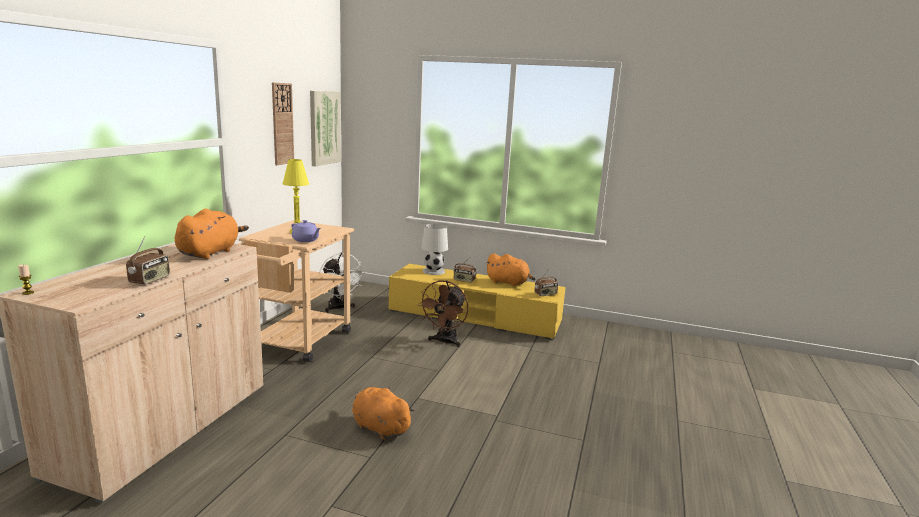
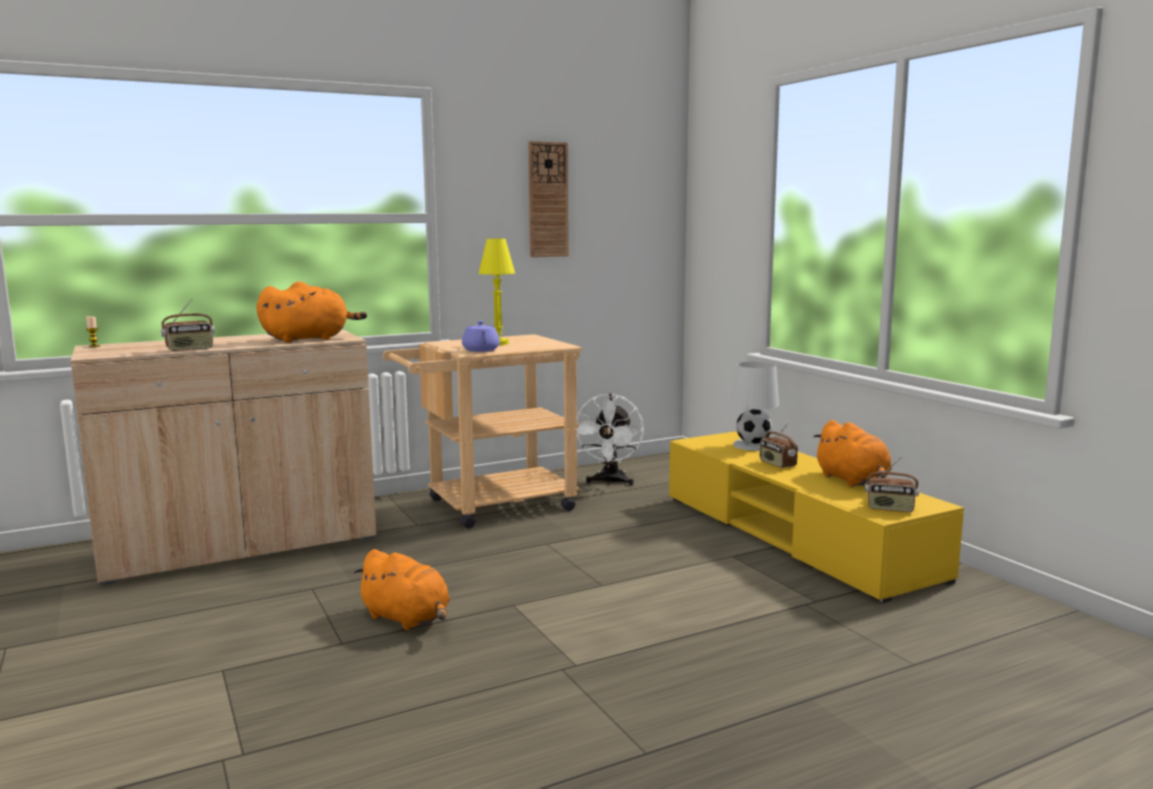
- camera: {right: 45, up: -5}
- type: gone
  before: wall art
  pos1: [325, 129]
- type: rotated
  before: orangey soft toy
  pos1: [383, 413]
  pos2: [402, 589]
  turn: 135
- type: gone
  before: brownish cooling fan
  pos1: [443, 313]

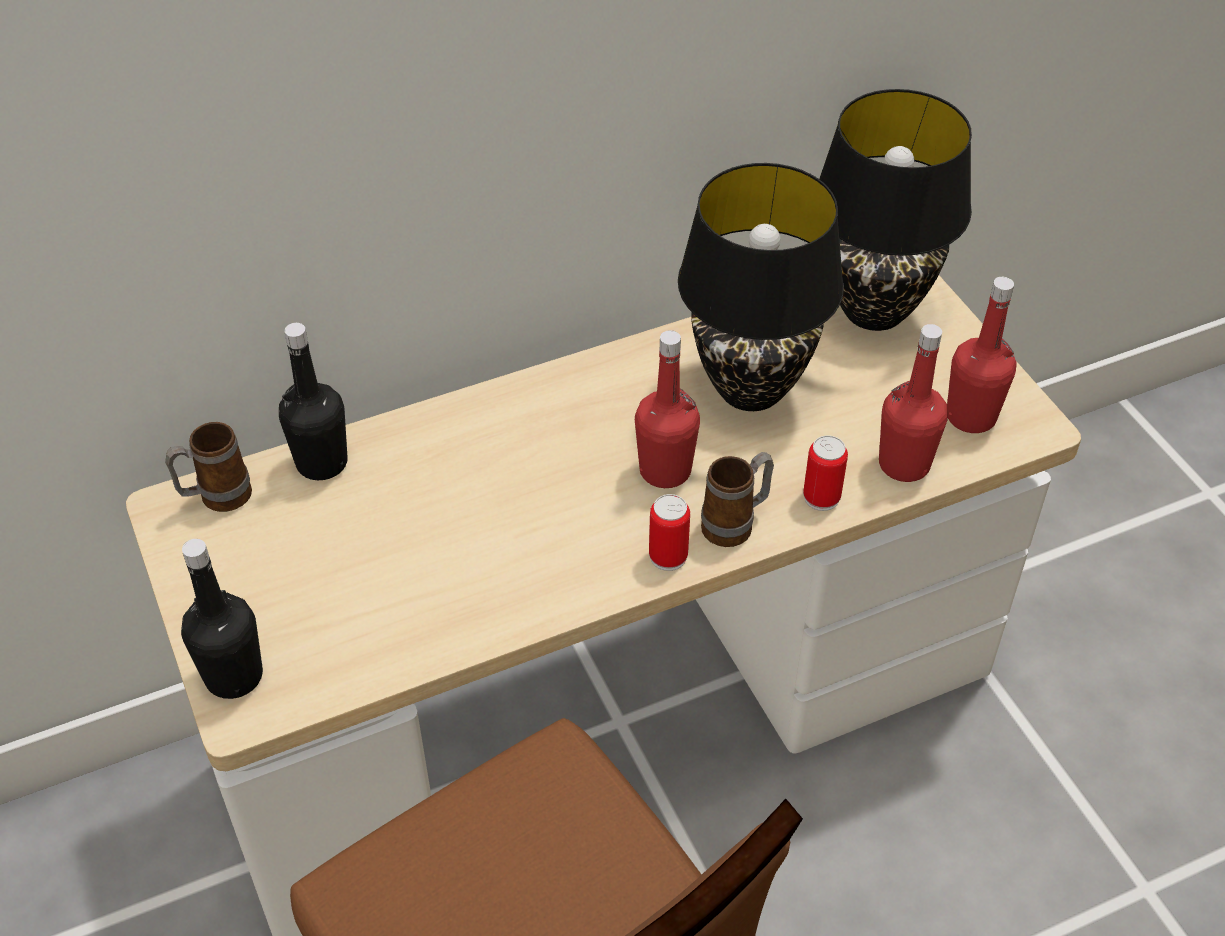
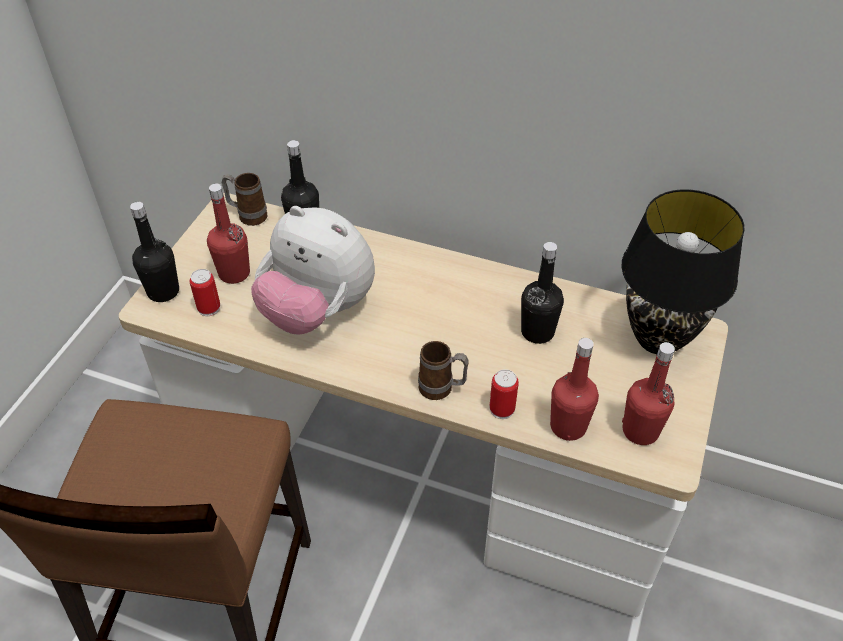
- camera: {right: 45, up: 0}
- type: shifted
  before: red beverage bottle
  pos1: [667, 409]
  pos2: [228, 233]
- type: shifted
  before: metal can
  pos1: [669, 532]
  pos2: [205, 292]
- type: swapped
  before: blackish table lamp
  after: blackish beverage bottle
  pos1: [761, 287]
  pos2: [542, 293]
- type: new
  after: soft toy
  pos2: [313, 270]

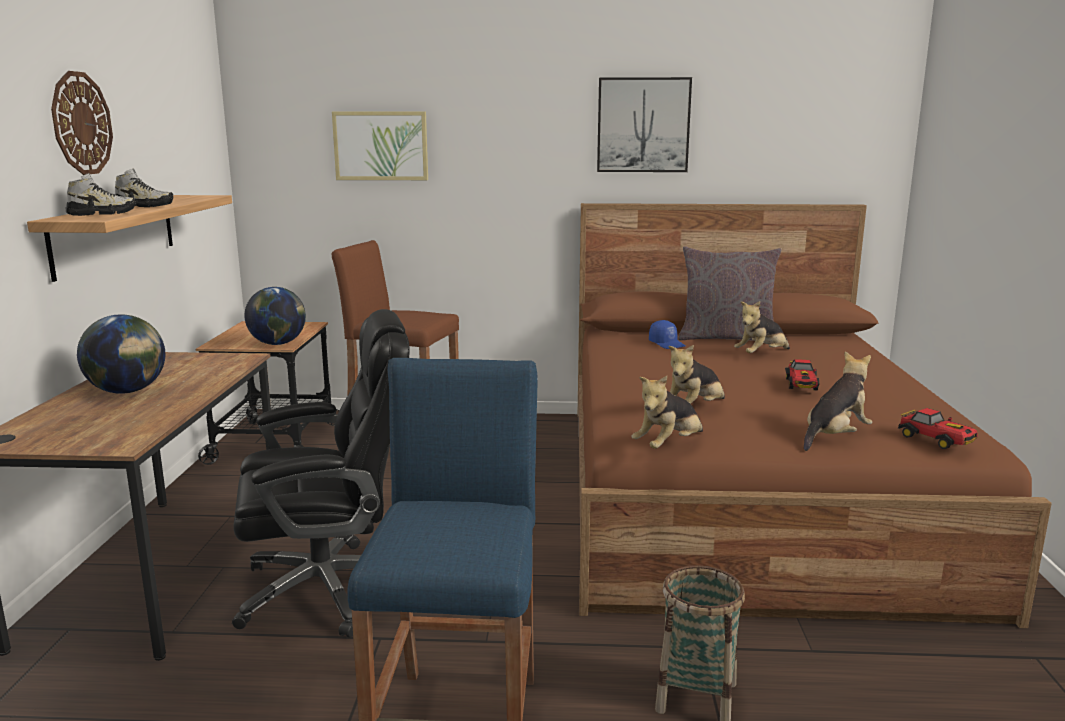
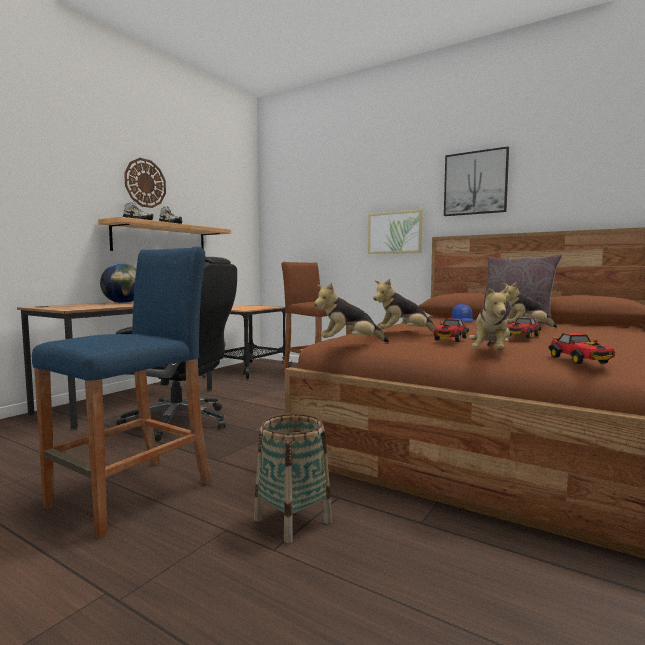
- camera: {right: 30, up: -10}
- type: gone
  before: desk globe
  pos1: [275, 316]
- type: shifted
  before: wall art
  pos1: [380, 145]
  pos2: [395, 231]
- type: rotated
  before: soft toy
  pos1: [838, 401]
  pos2: [489, 318]
  turn: 120
- type: new
  after: model car
  pos2: [451, 330]

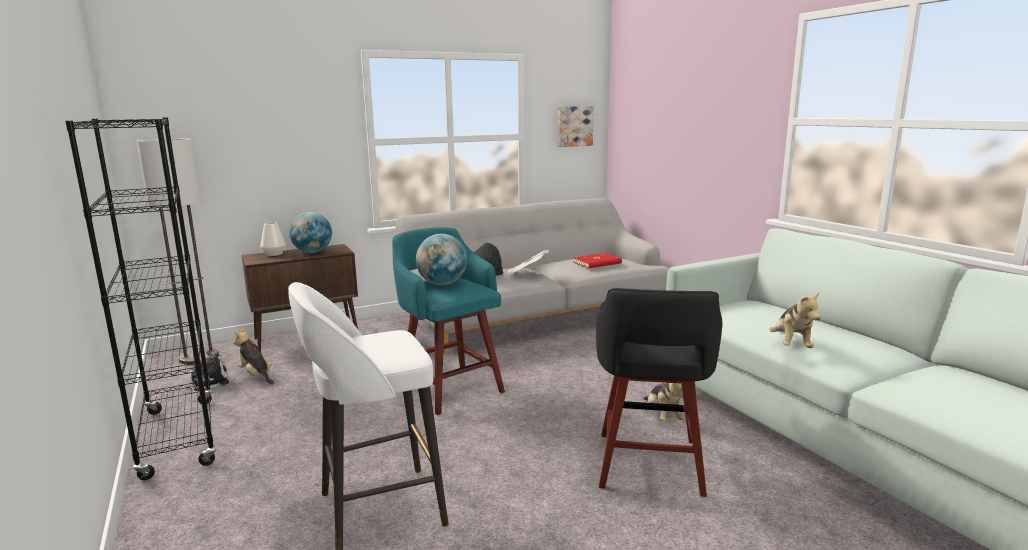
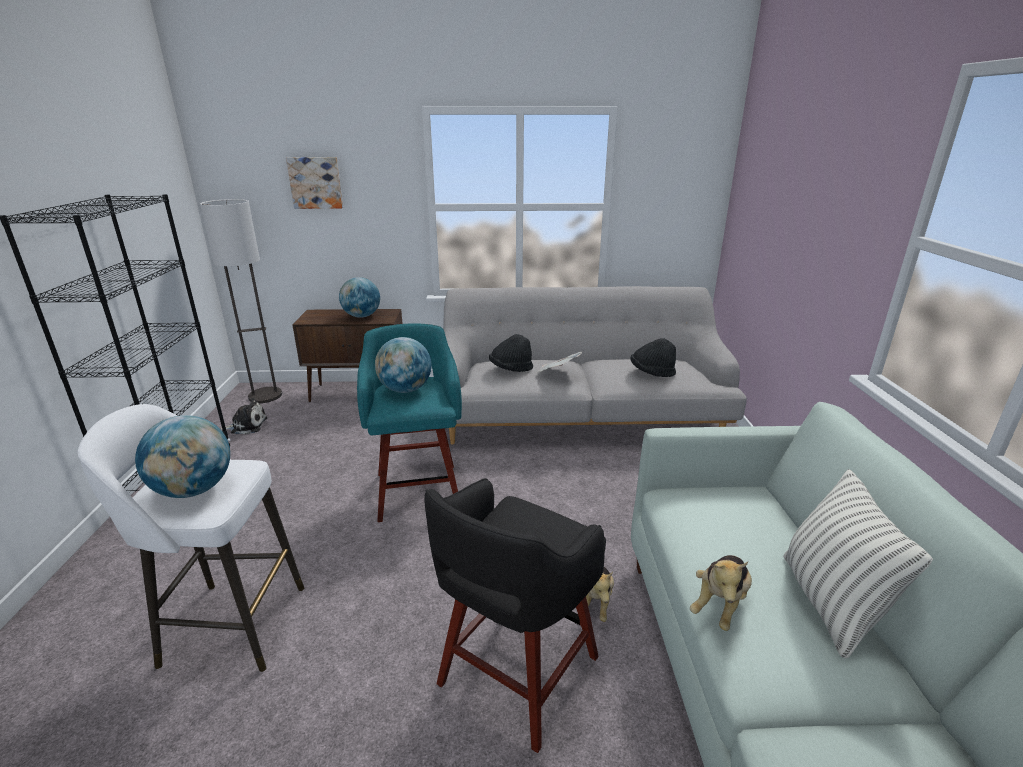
- camera: {right: 25, up: 10}
- type: gone
  before: soft toy
  pos1: [253, 356]
- type: gone
  before: white decorative vase
  pos1: [273, 239]
- type: shifted
  before: wall art
  pos1: [576, 126]
  pos2: [314, 183]
- type: swapped
  before: red book
  after: blackish hat
  pos1: [597, 260]
  pos2: [653, 357]
- type: new
  after: desk globe
  pos2: [182, 456]
- type: new
  after: pillow
  pos2: [858, 564]

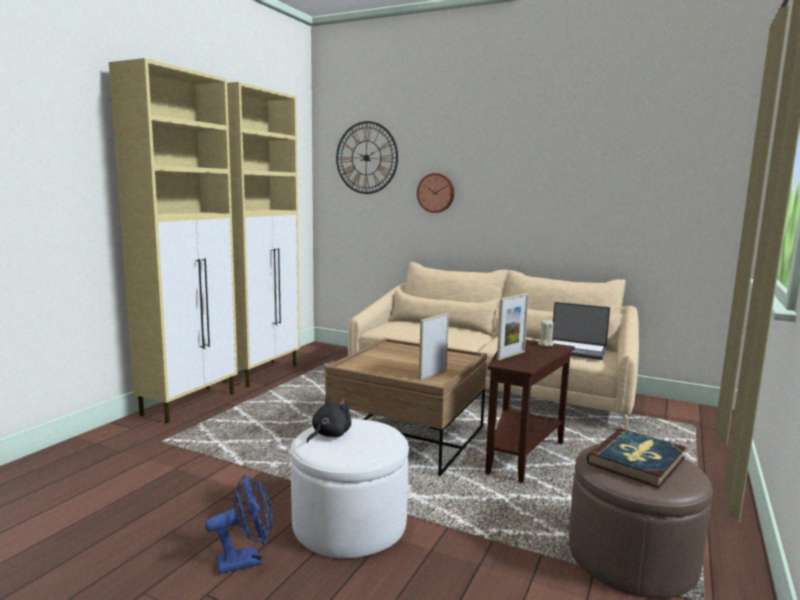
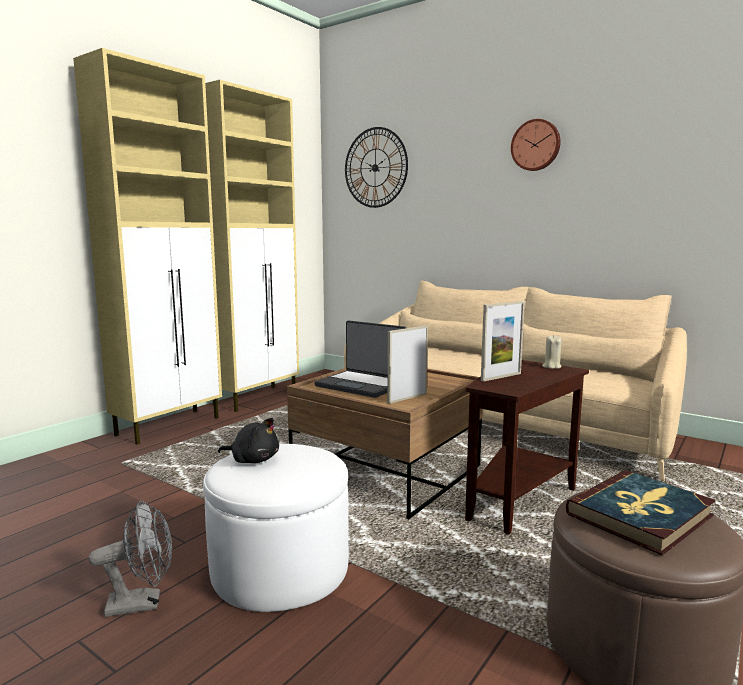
- camera: {right: 10, up: 0}
- type: repainted
  before: blue-coloured cooling fan
  after: gray cooling fan
  pos1: [239, 524]
  pos2: [130, 559]
- type: rotated
  before: blackish soft toy
  pos1: [329, 419]
  pos2: [248, 440]
  turn: 60
- type: shifted
  before: wall clock
  pos1: [435, 193]
  pos2: [536, 145]
- type: shifted
  before: notebook computer
  pos1: [581, 331]
  pos2: [360, 359]

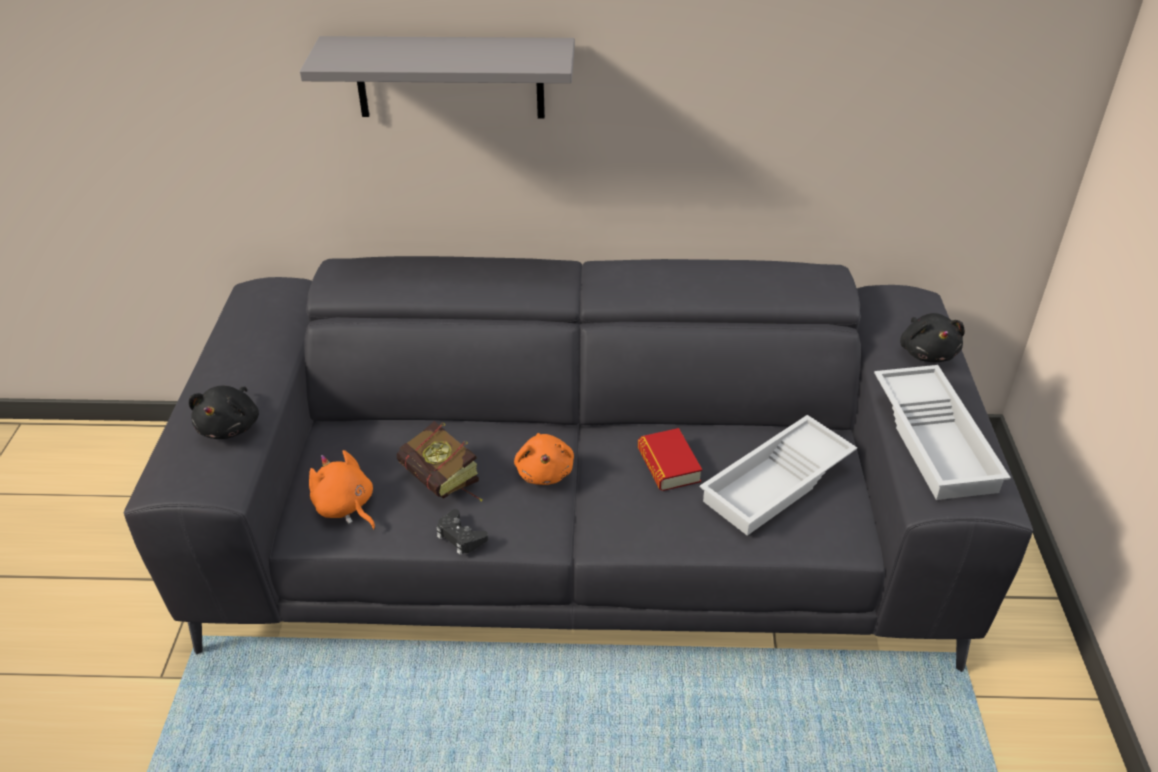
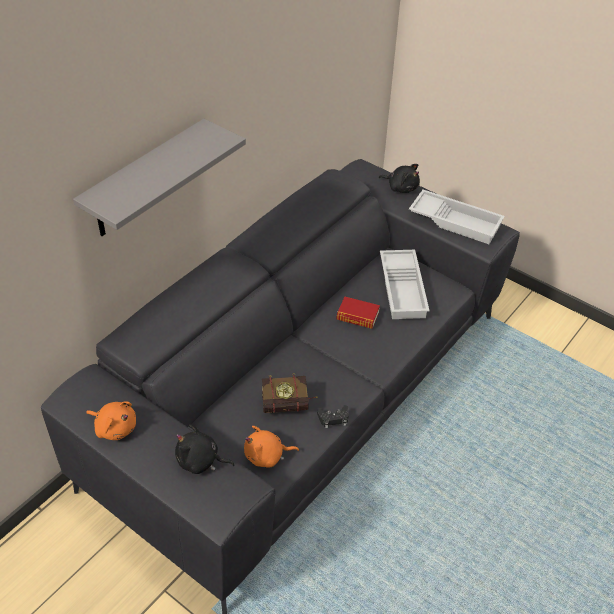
- camera: {right: -55, up: 5}
- type: rotated
  before: blackish soft toy
  pos1: [224, 412]
  pos2: [205, 449]
  turn: 150
- type: shifted
  before: orangey soft toy
  pos1: [544, 459]
  pos2: [111, 420]

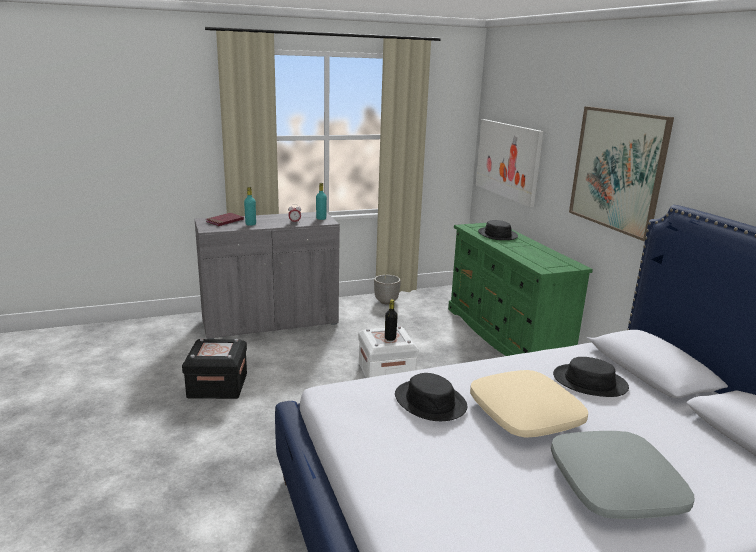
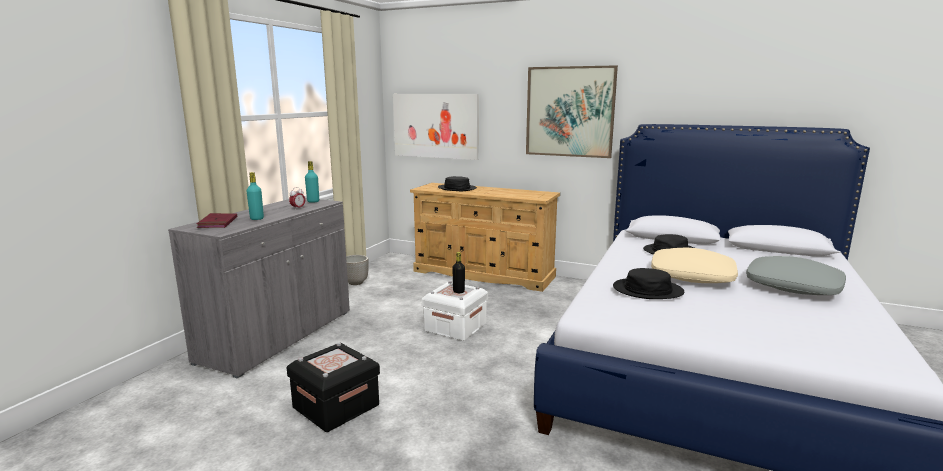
- camera: {right: -45, up: -5}
- type: repainted
  before: green drawer chest
  after: sand-coloured drawer chest
  pos1: [520, 289]
  pos2: [485, 237]

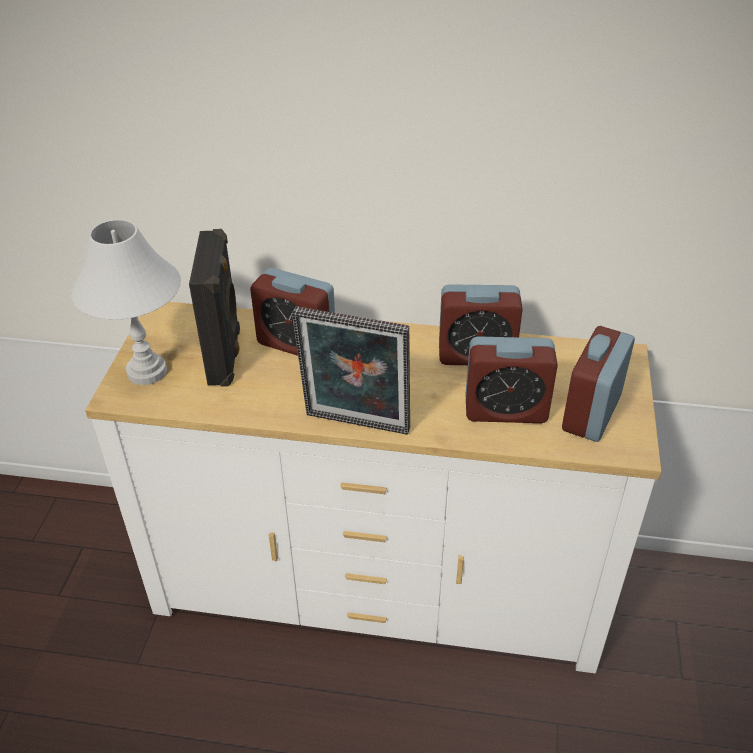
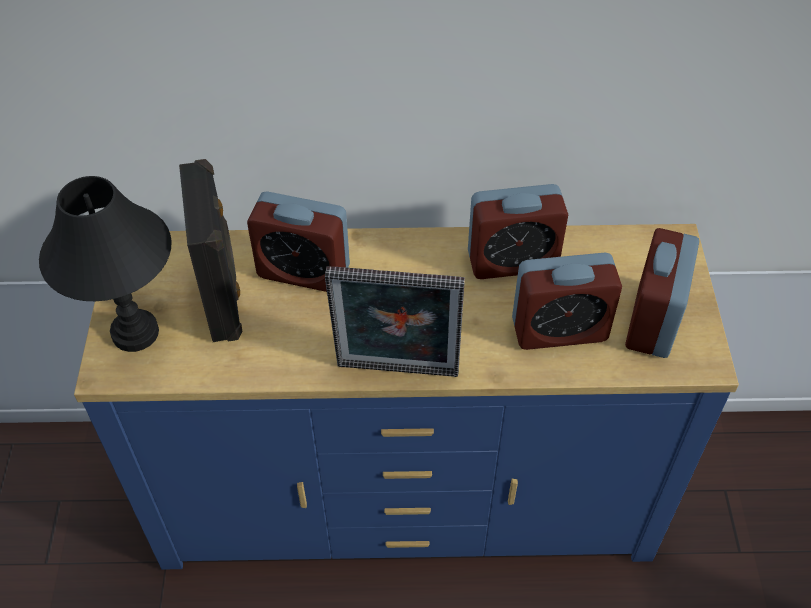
- camera: {right: -10, up: 10}
- type: repainted
  before: white table lamp
  after: blackish table lamp
  pos1: [126, 302]
  pos2: [105, 264]
- type: repainted
  before: white drawer chest
  after: blue-coloured drawer chest
  pos1: [373, 487]
  pos2: [406, 397]

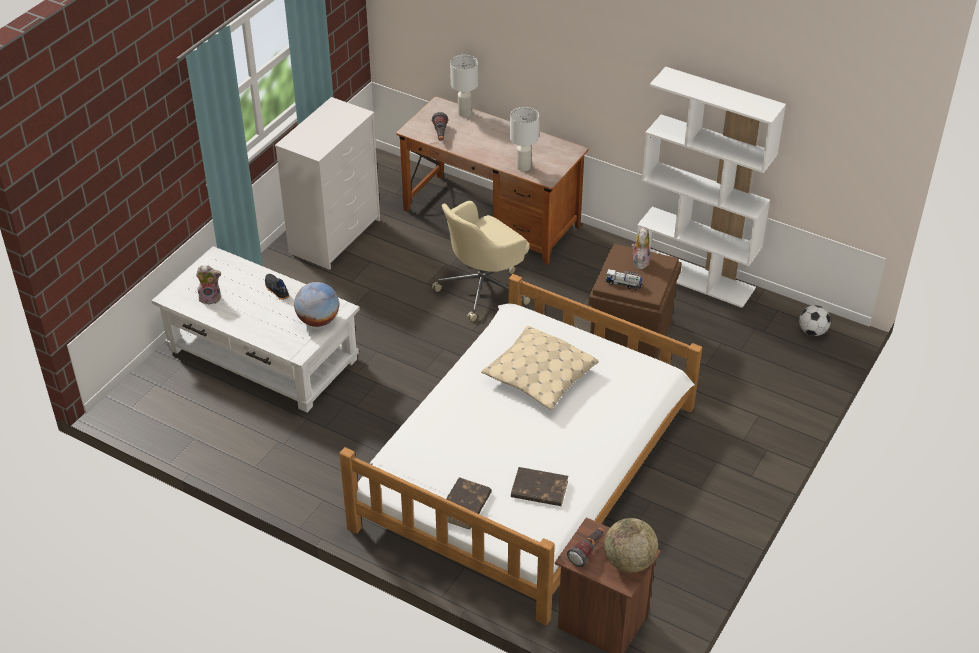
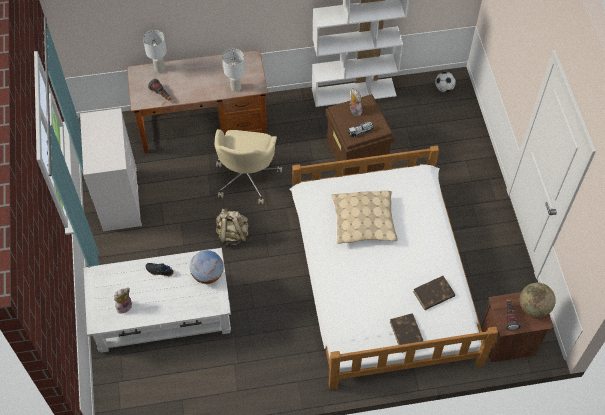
- camera: {right: -40, up: 15}
- type: new
  after: sand-coloured rucksack
  pos2: [233, 226]

